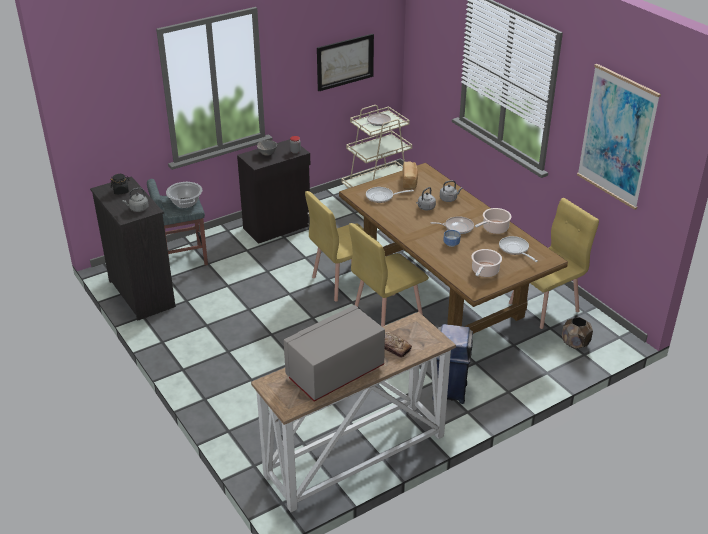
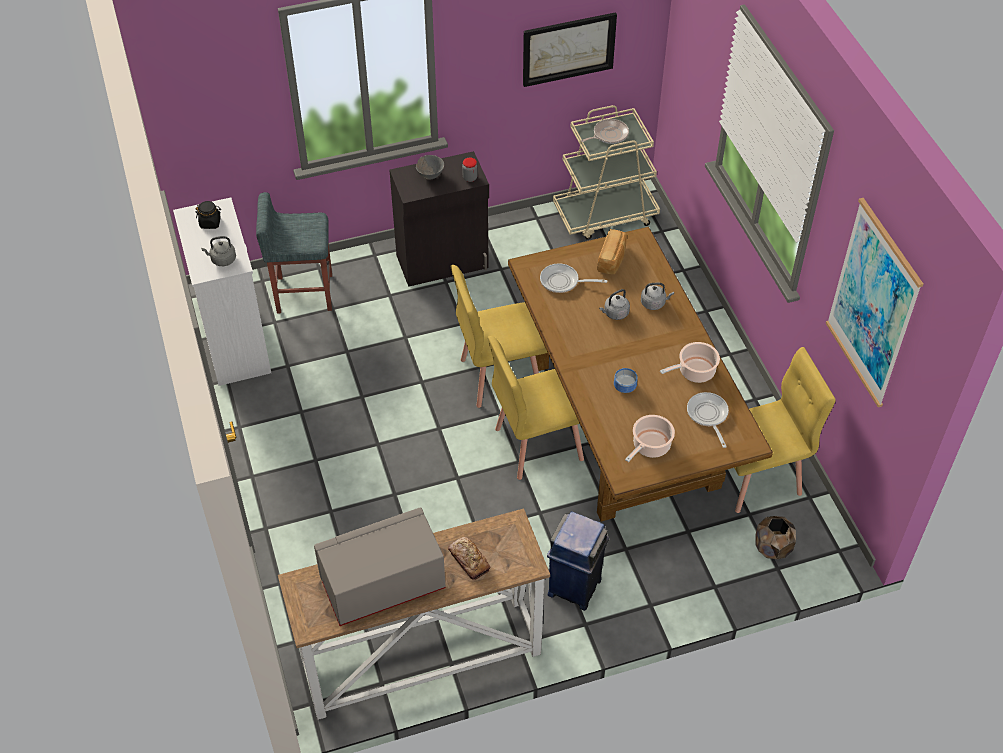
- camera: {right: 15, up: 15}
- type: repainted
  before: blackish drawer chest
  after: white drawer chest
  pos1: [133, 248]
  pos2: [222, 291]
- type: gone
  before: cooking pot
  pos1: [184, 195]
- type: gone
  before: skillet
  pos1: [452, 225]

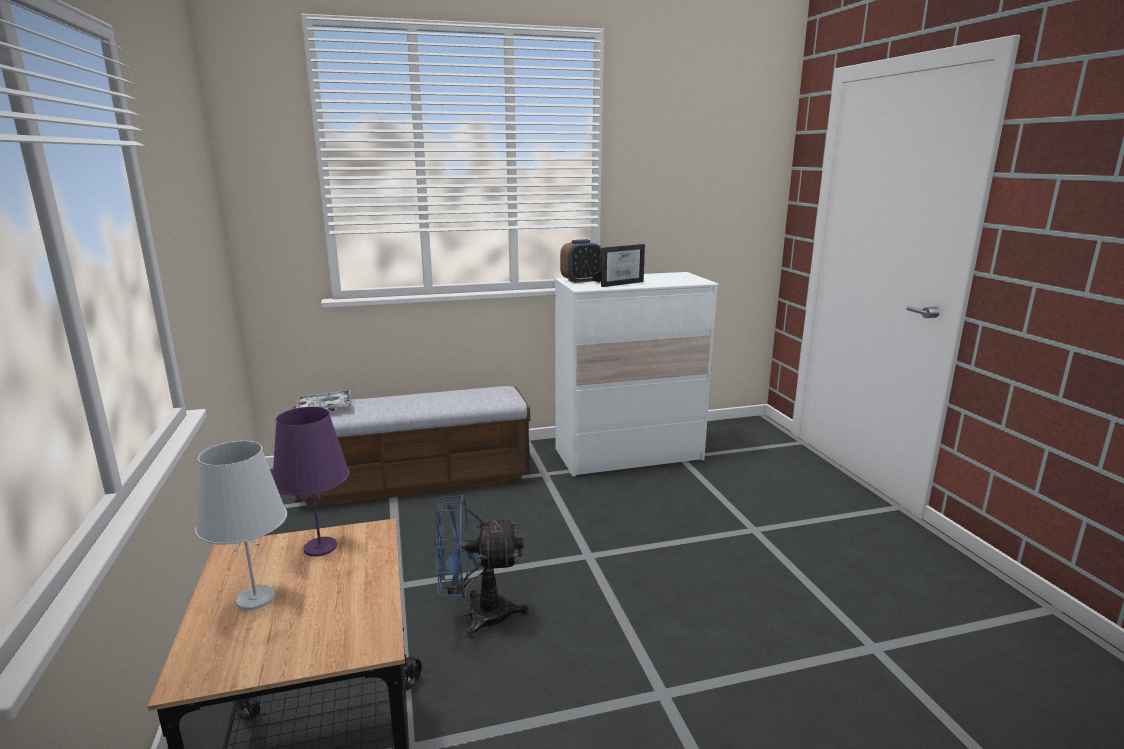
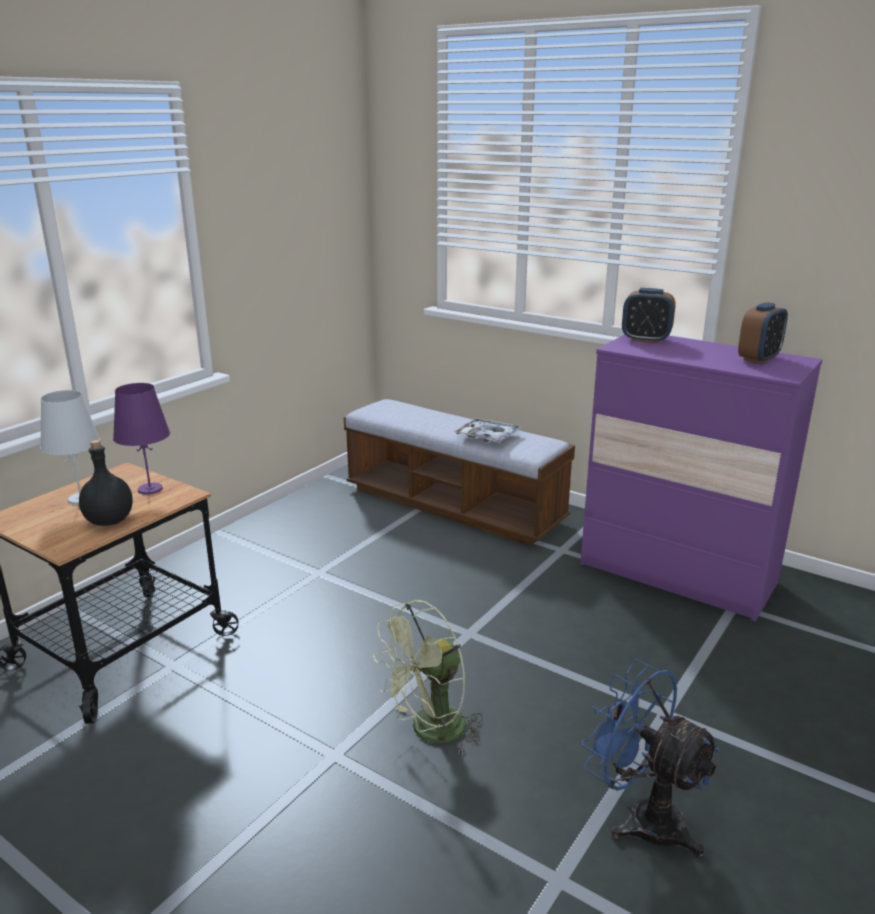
- camera: {right: 50, up: 5}
- type: shifted
  before: serving tray
  pos1: [324, 400]
  pos2: [487, 430]
- type: shifted
  before: blue-coloured cooling fan
  pos1: [481, 567]
  pos2: [651, 758]
- type: repainted
  before: white drawer chest
  after: purple drawer chest
  pos1: [636, 374]
  pos2: [701, 478]
- type: gone
  before: picture frame
  pos1: [618, 265]
- type: new
  after: blackish beverage bottle
  pos2: [106, 483]
- type: new
  after: green cooling fan
  pos2: [428, 677]
- type: new
  after: alarm clock
  pos2: [763, 333]

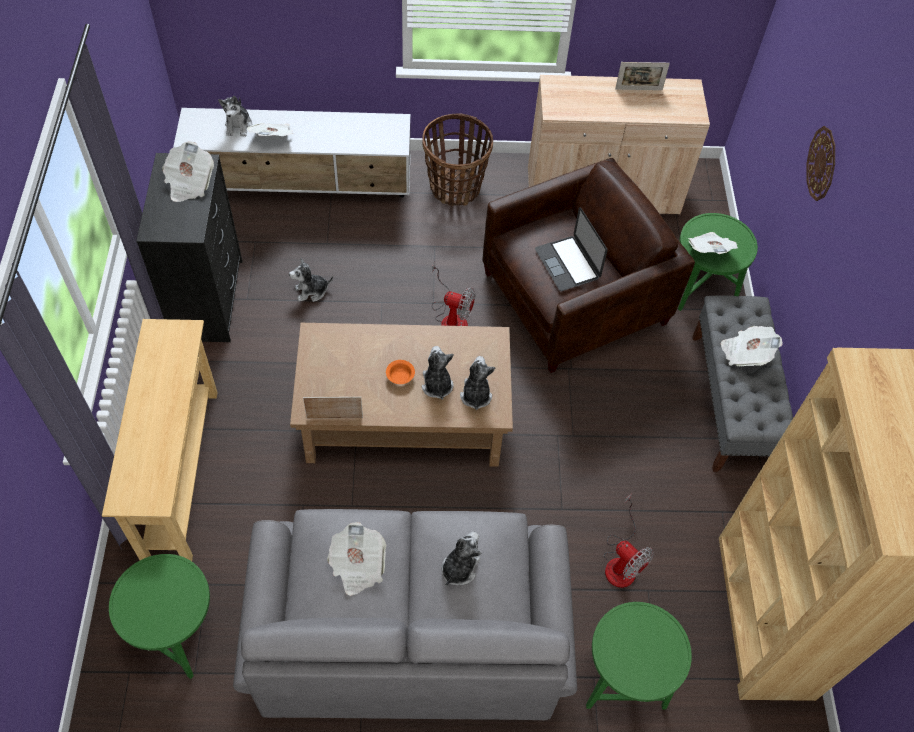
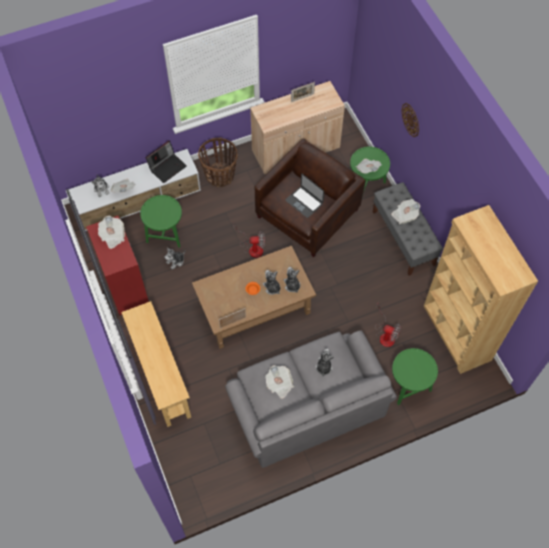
- camera: {right: -20, up: 5}
- type: shifted
  before: green accent table
  pos1: [159, 616]
  pos2: [161, 221]
- type: repainted
  before: blackish drawer chest
  after: red drawer chest
  pos1: [189, 247]
  pos2: [117, 265]
- type: new
  after: notebook computer
  pos2: [166, 161]

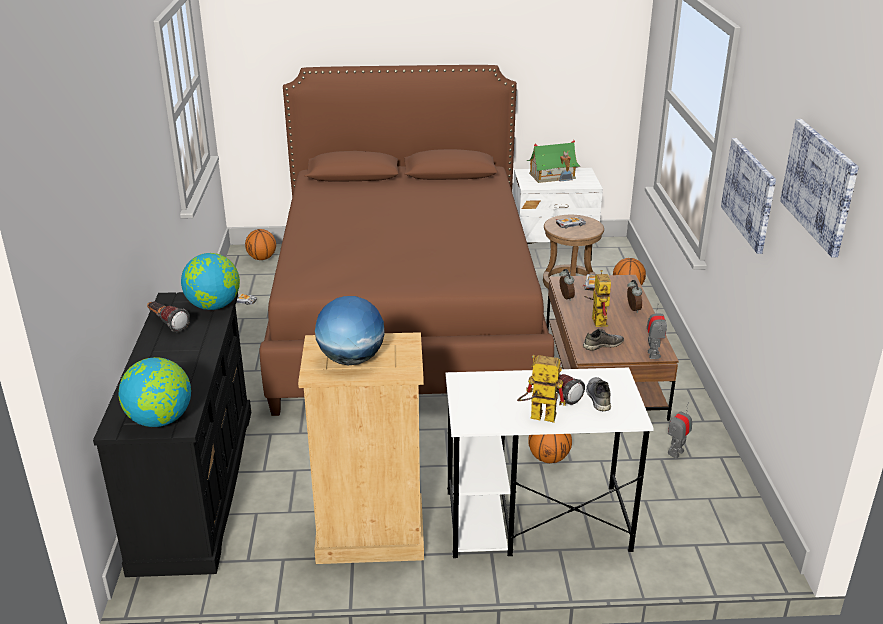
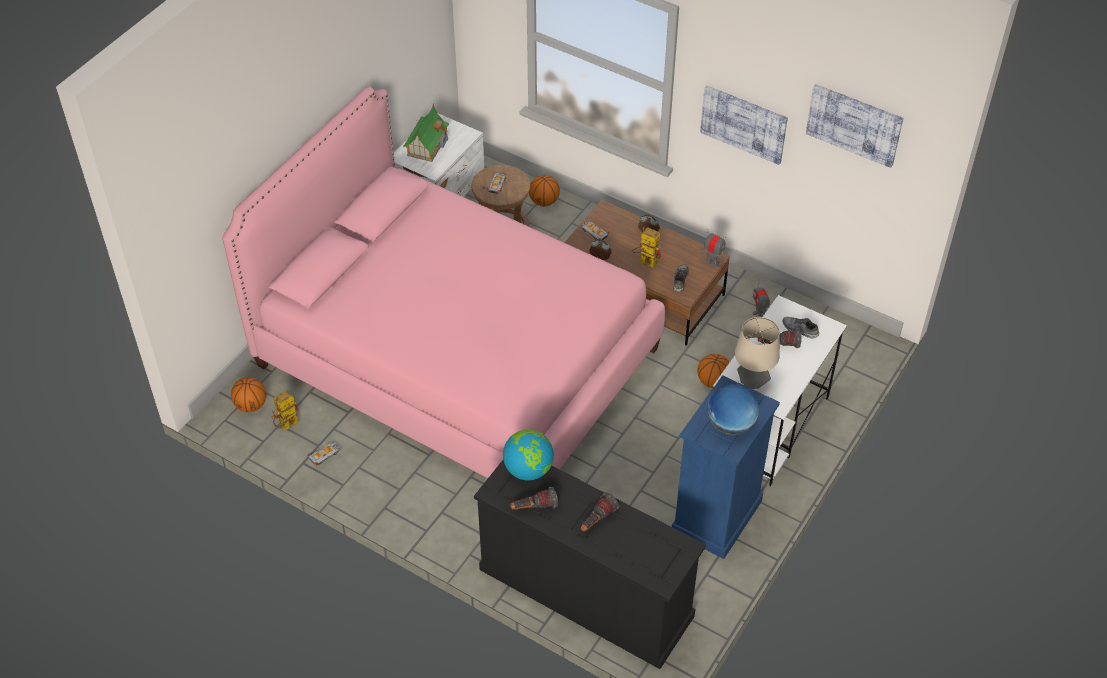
- camera: {right: -55, up: 20}
- type: gone
  before: desk globe
  pos1: [154, 392]
- type: repainted
  before: brownish sleeping bed
  after: pink sleeping bed
  pos1: [406, 240]
  pos2: [443, 282]
- type: repainted
  before: sand-coloured drawer chest
  after: blue-coloured drawer chest
  pos1: [361, 448]
  pos2: [726, 467]
- type: shifted
  before: model robot
  pos1: [541, 389]
  pos2: [285, 410]
- type: new
  after: torch
  pos2: [600, 512]
- type: new
  after: table lamp
  pos2: [757, 353]

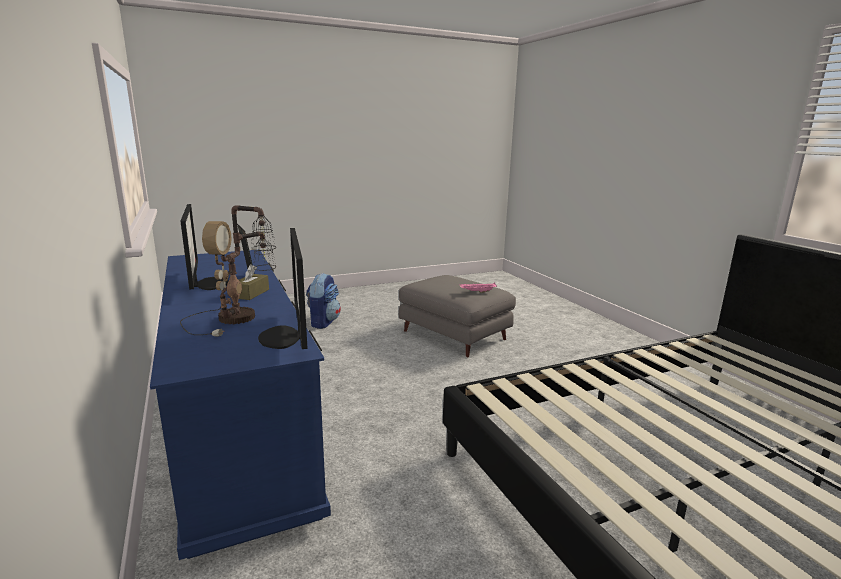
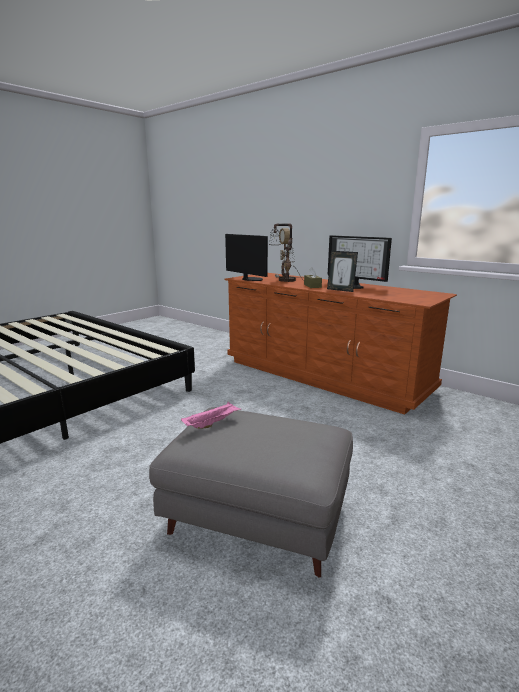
- camera: {right: 155, up: 0}
- type: repainted
  before: blue-coloured drawer chest
  after: brownish drawer chest
  pos1: [240, 404]
  pos2: [340, 344]
- type: gone
  before: rucksack
  pos1: [323, 301]

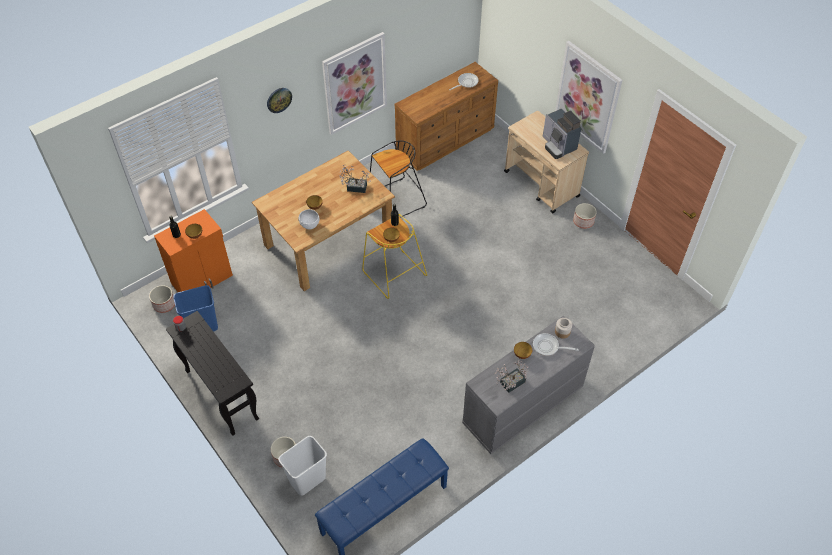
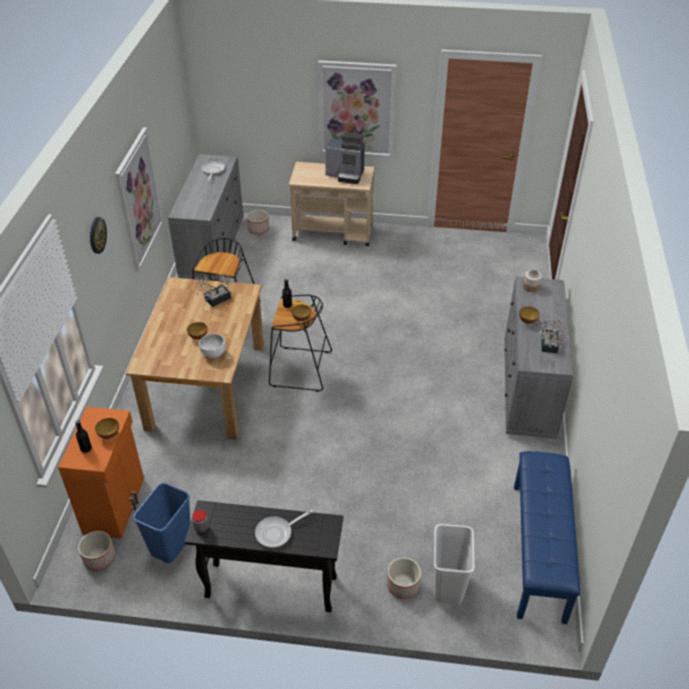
- camera: {right: -45, up: -10}
- type: repainted
  before: yellowish sitting stool
  after: blackish sitting stool
  pos1: [394, 256]
  pos2: [300, 343]
- type: repainted
  before: brownish drawer chest
  after: gray drawer chest
  pos1: [446, 116]
  pos2: [205, 217]
- type: shifted
  before: skillet
  pos1: [556, 344]
  pos2: [284, 529]
- type: shifted
  before: plant pot
  pos1: [585, 216]
  pos2: [258, 222]

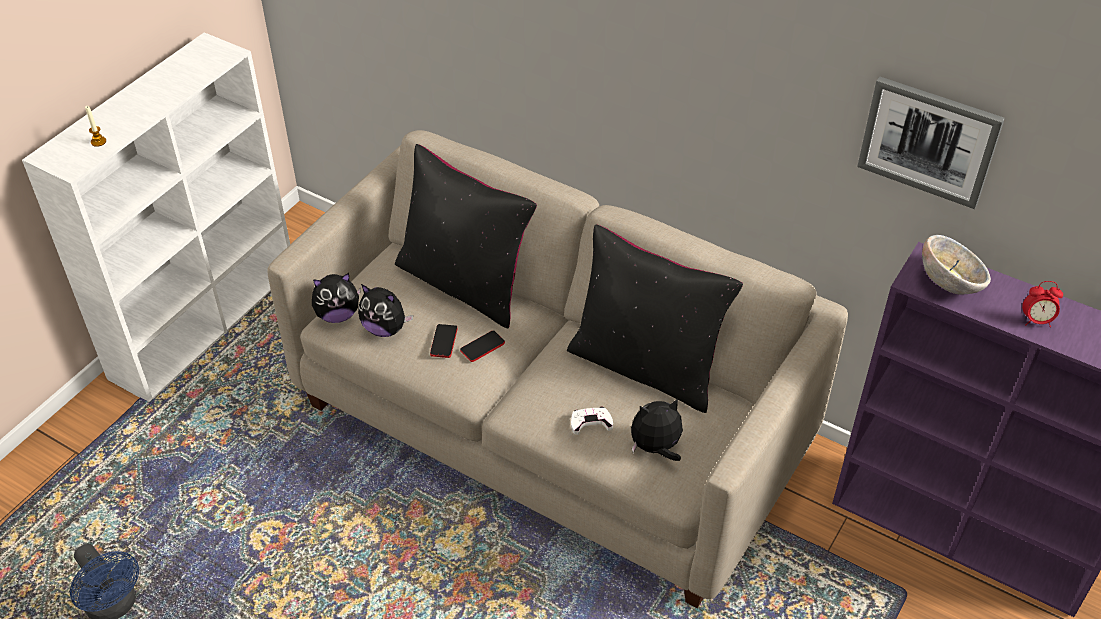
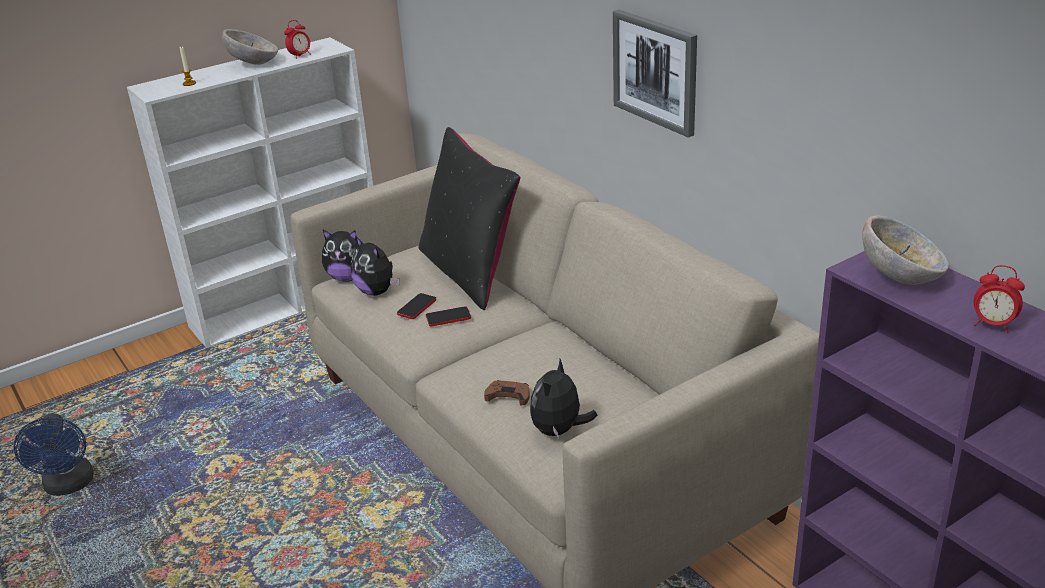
- camera: {right: 25, up: -15}
- type: gone
  before: blackish pillow
  pos1: [655, 319]
- type: repainted
  before: white joypad
  after: brownish joypad
  pos1: [592, 421]
  pos2: [507, 393]
- type: rotated
  before: soft toy
  pos1: [657, 429]
  pos2: [564, 398]
  turn: -75
- type: shifted
  before: wall art
  pos1: [931, 142]
  pos2: [655, 73]
- type: new
  after: bowl
  pos2: [250, 47]
- type: new
  after: alarm clock
  pos2: [297, 39]

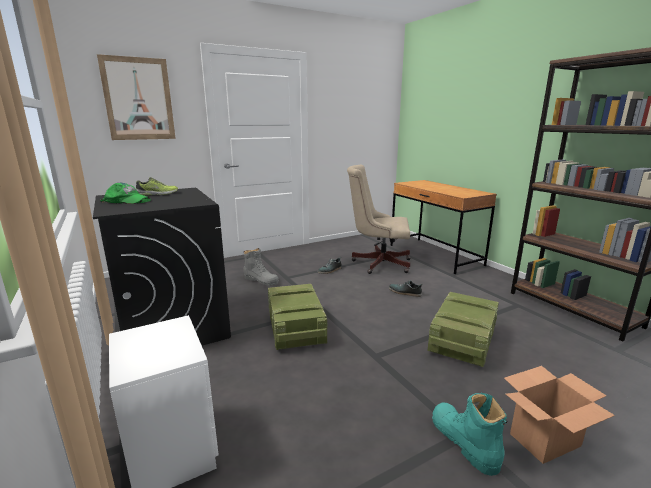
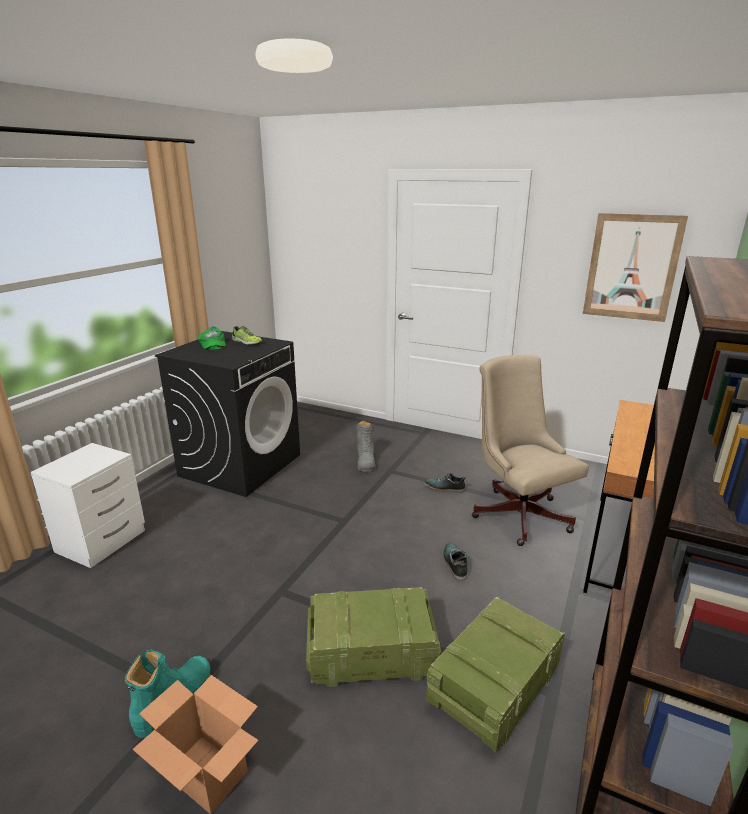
- camera: {right: 55, up: 5}
- type: shifted
  before: wall art
  pos1: [136, 97]
  pos2: [635, 267]
- type: shifted
  before: packing crate
  pos1: [297, 317]
  pos2: [495, 675]

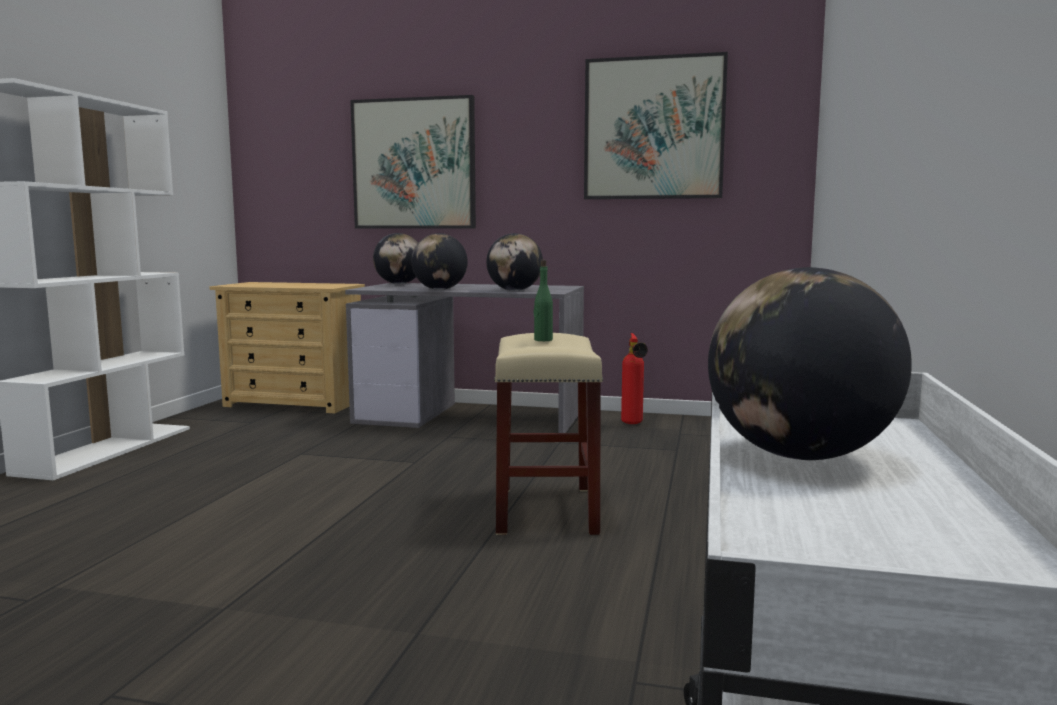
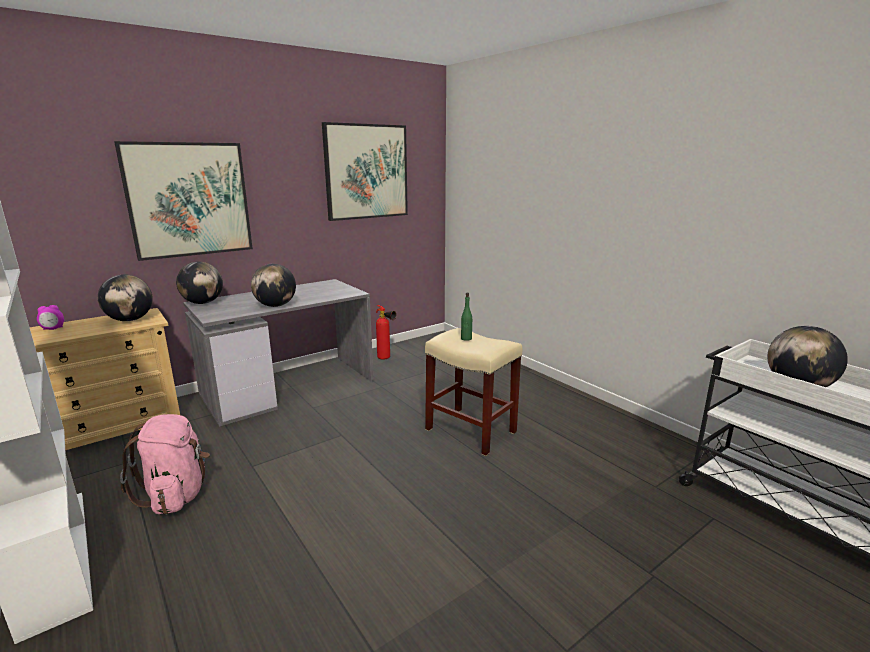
- camera: {right: -50, up: 10}
- type: shifted
  before: desk globe
  pos1: [514, 262]
  pos2: [125, 297]
- type: new
  after: alarm clock
  pos2: [50, 317]
- type: new
  after: pink rucksack
  pos2: [165, 464]

